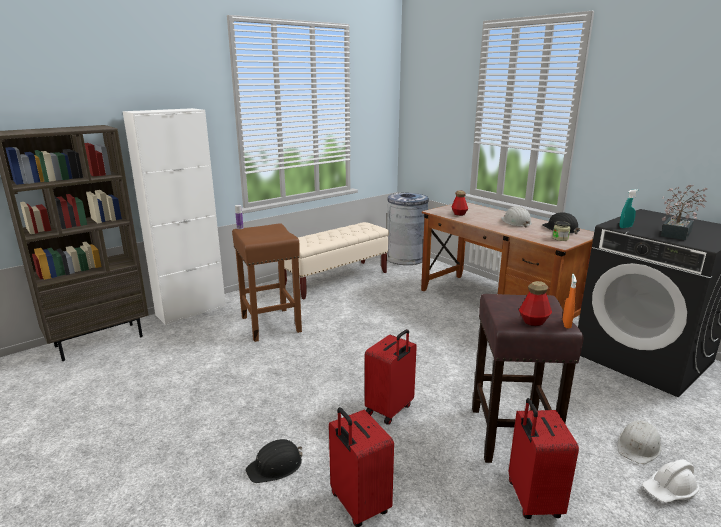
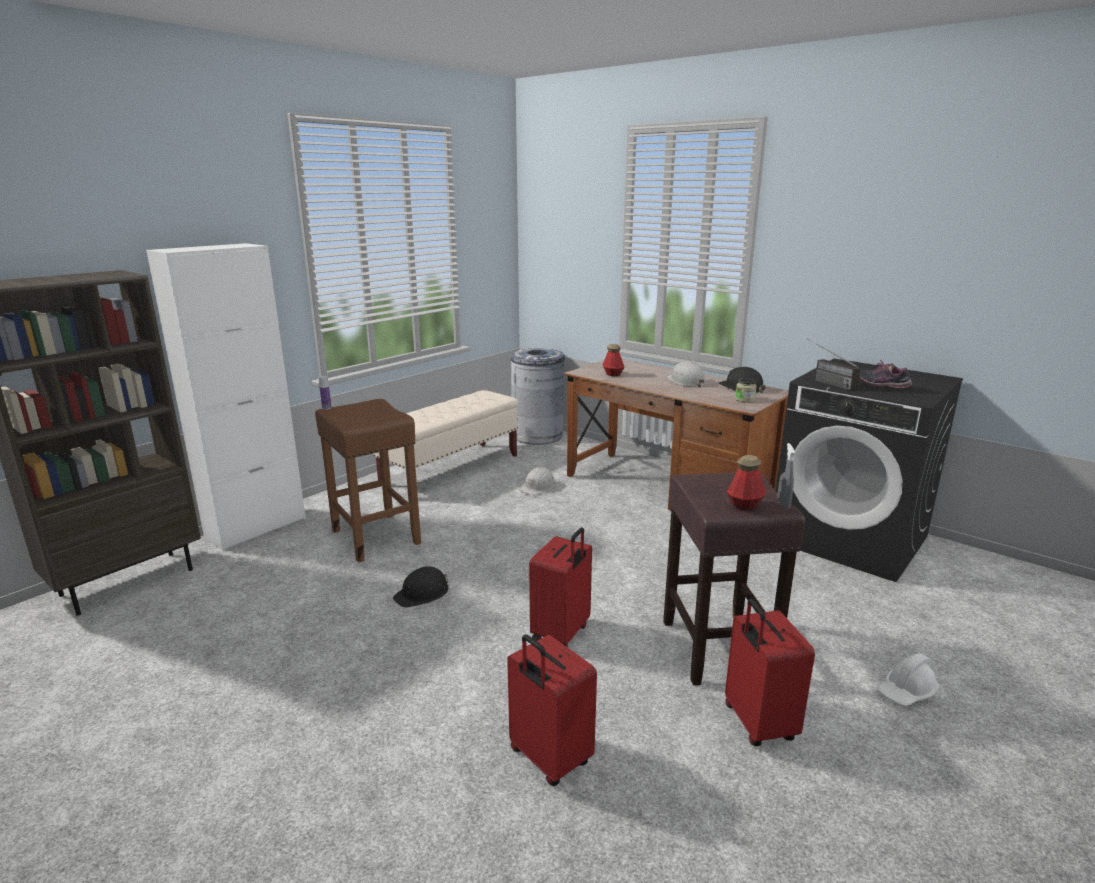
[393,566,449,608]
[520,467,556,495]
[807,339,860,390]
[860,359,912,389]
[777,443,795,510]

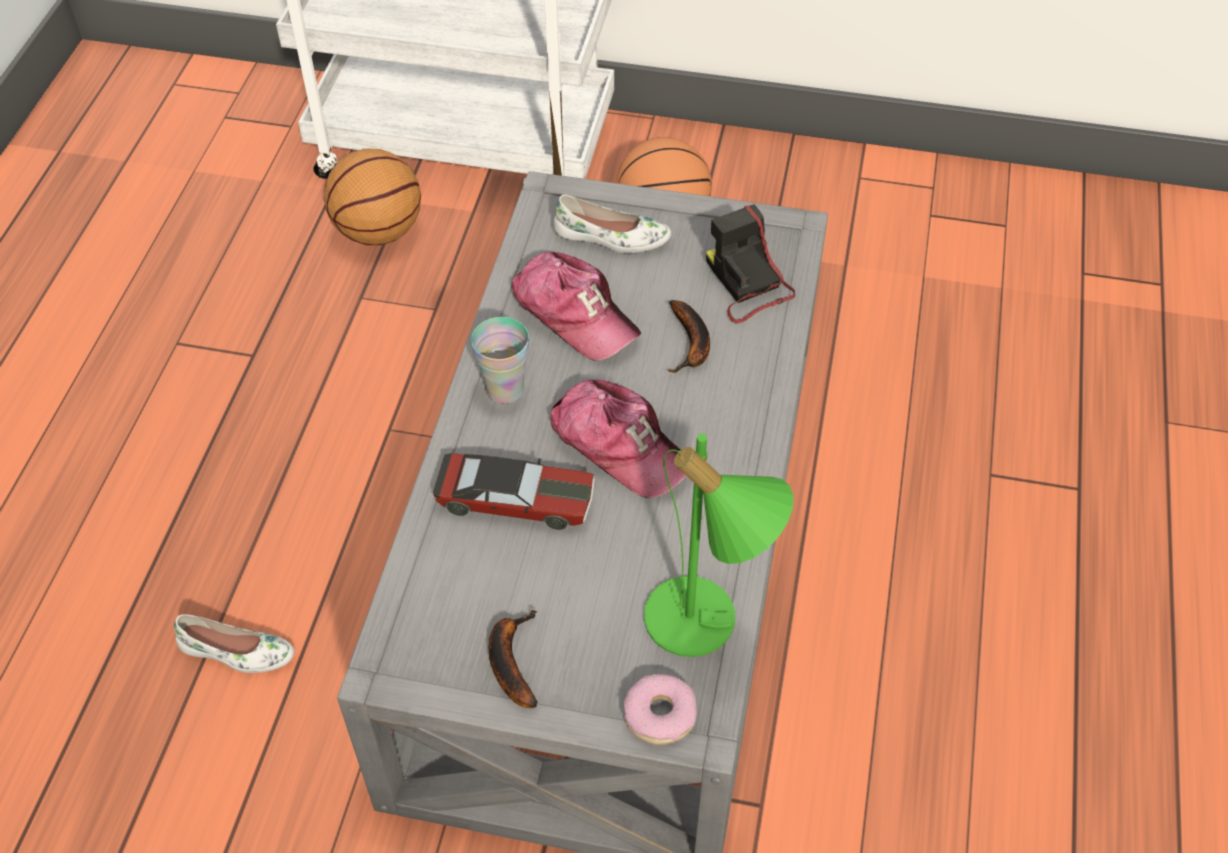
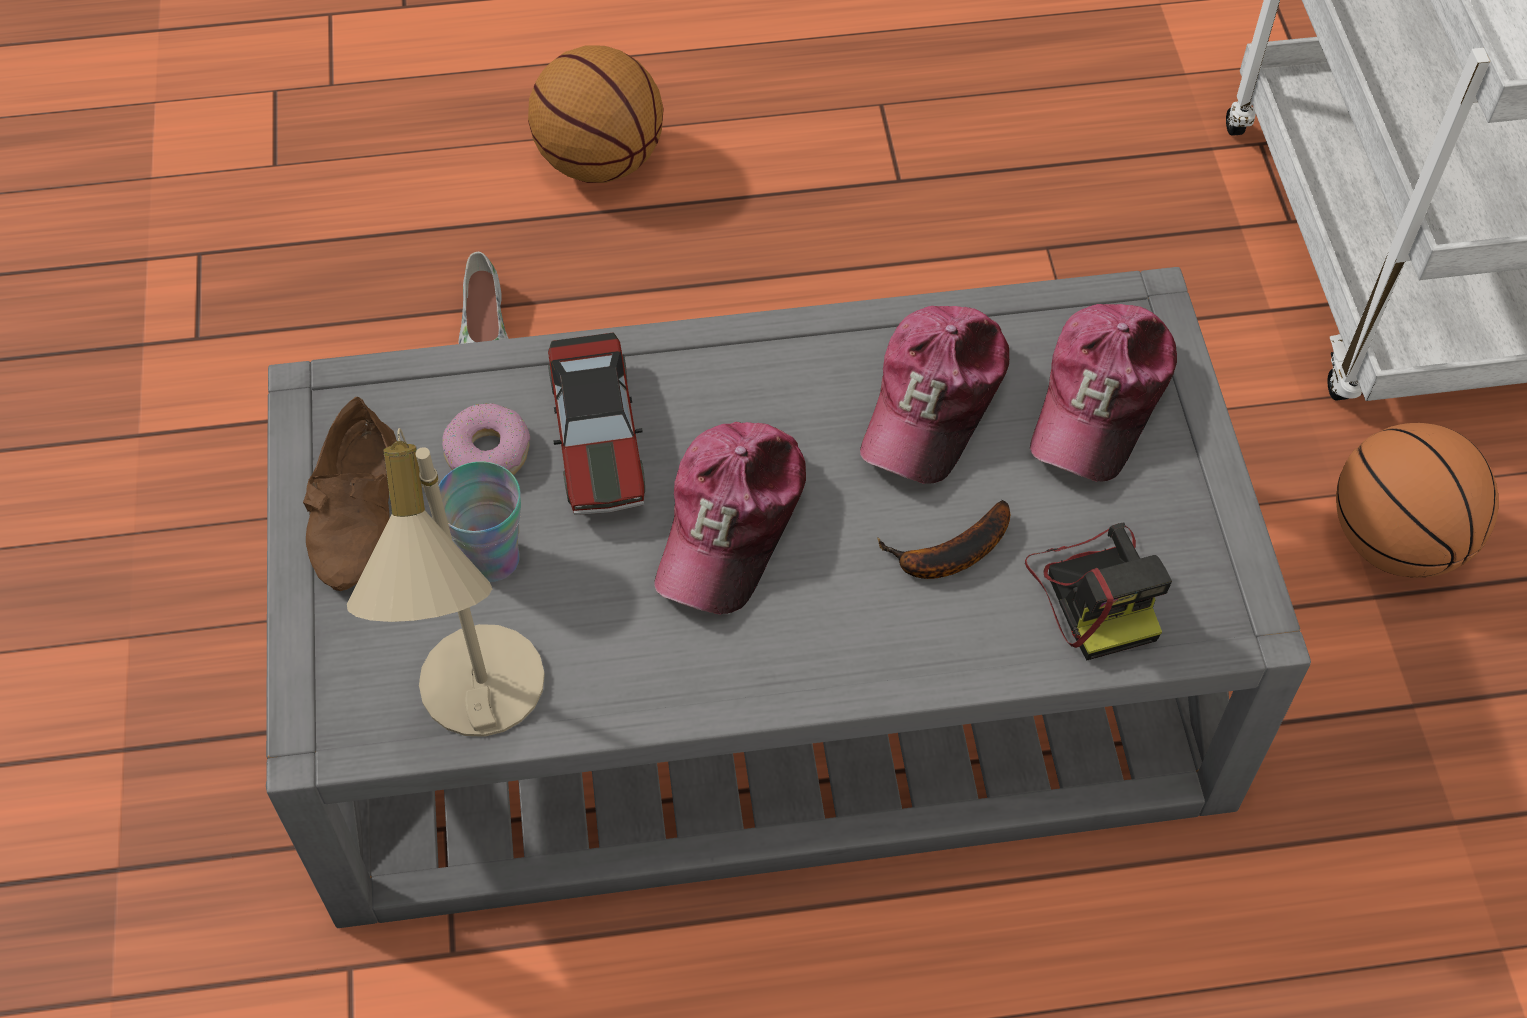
[528,45,664,183]
[438,461,521,582]
[442,403,530,475]
[303,397,397,591]
[1030,304,1177,482]
[347,428,545,737]
[1025,523,1172,660]

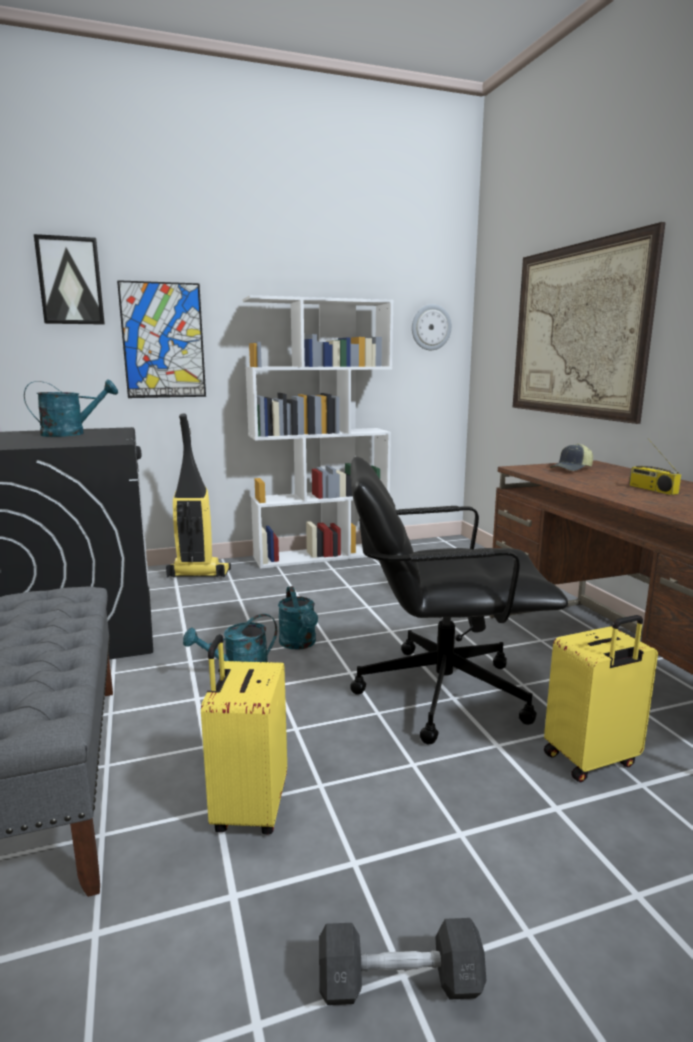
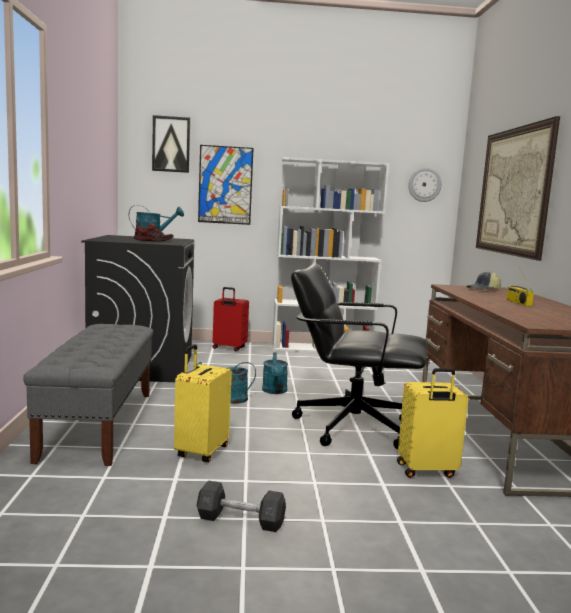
[133,223,174,241]
[212,287,249,351]

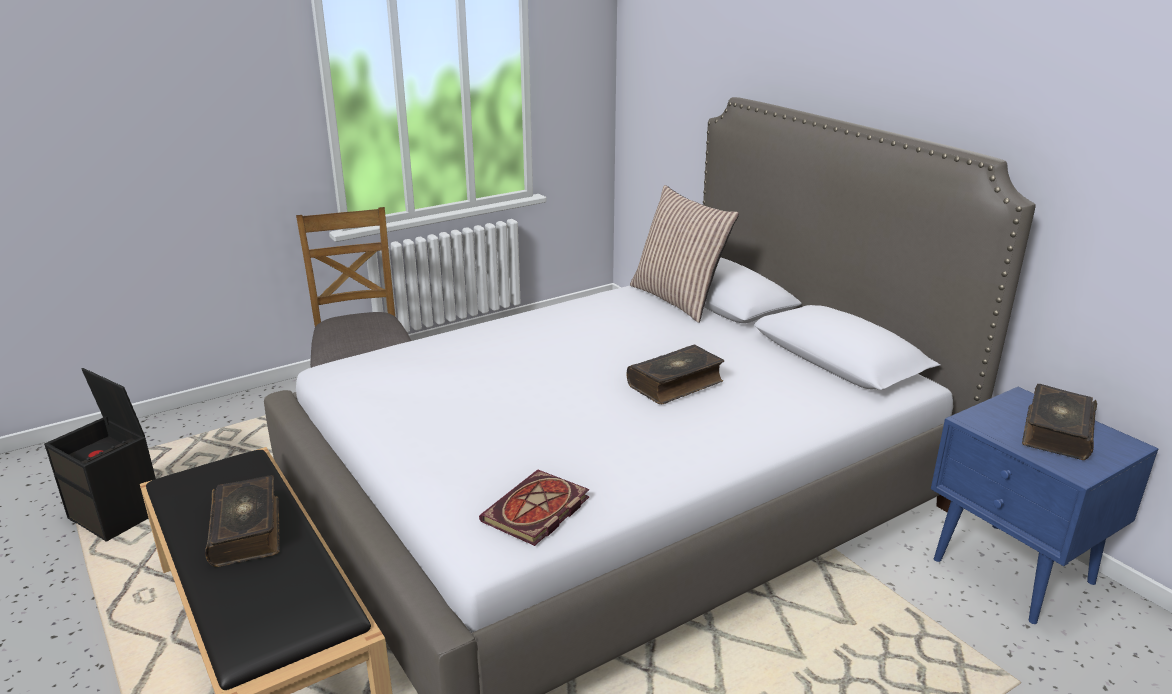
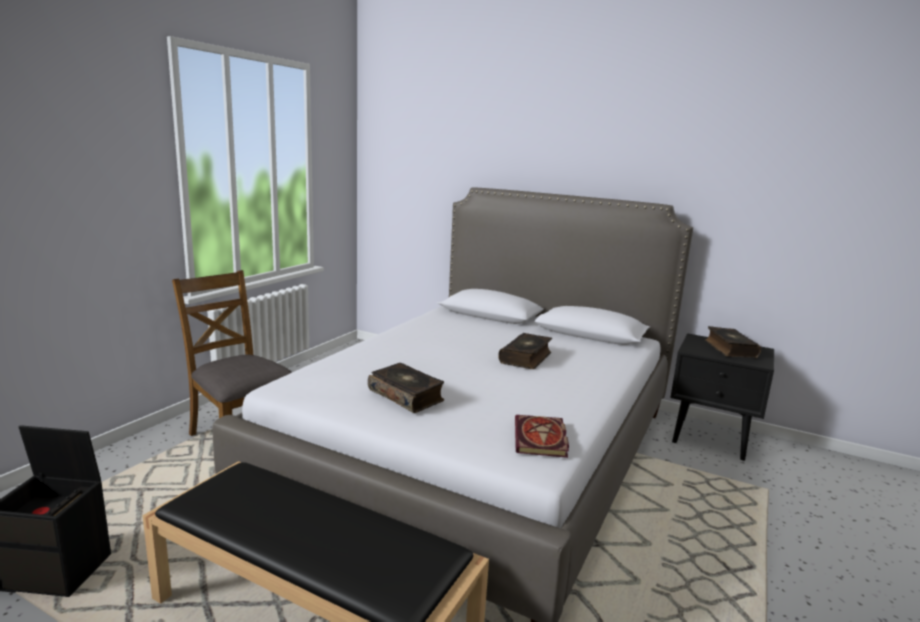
[630,185,739,323] (first image)
[368,363,444,413]
[670,333,774,461]

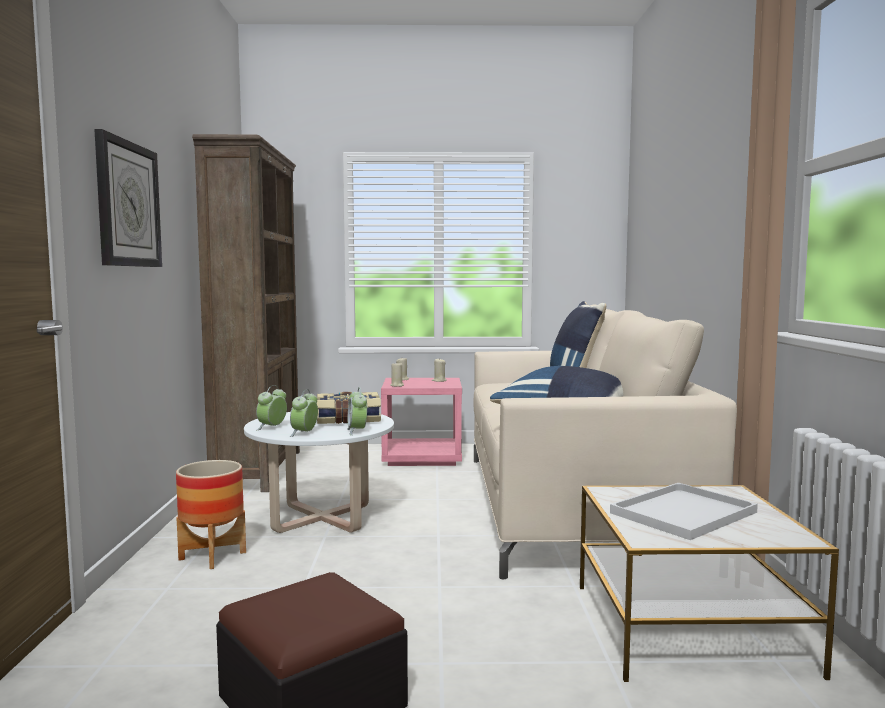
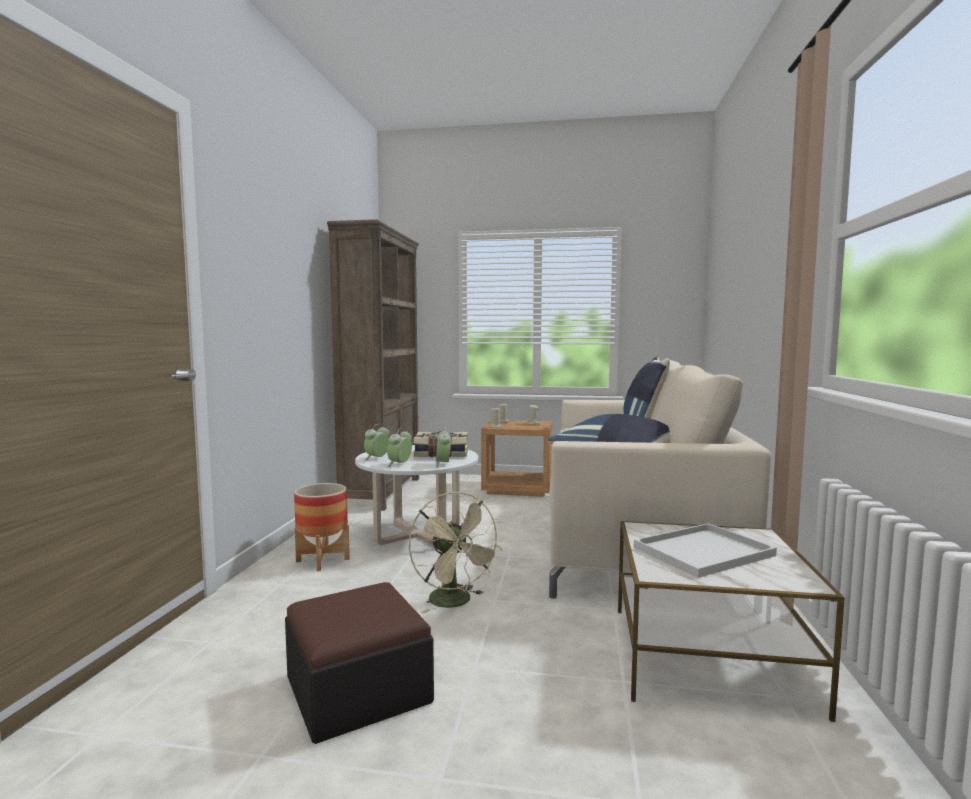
[94,129,162,267] (first image)
[409,492,502,614]
[481,420,552,497]

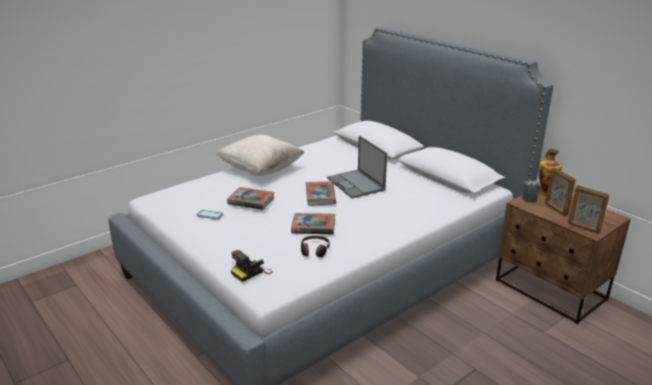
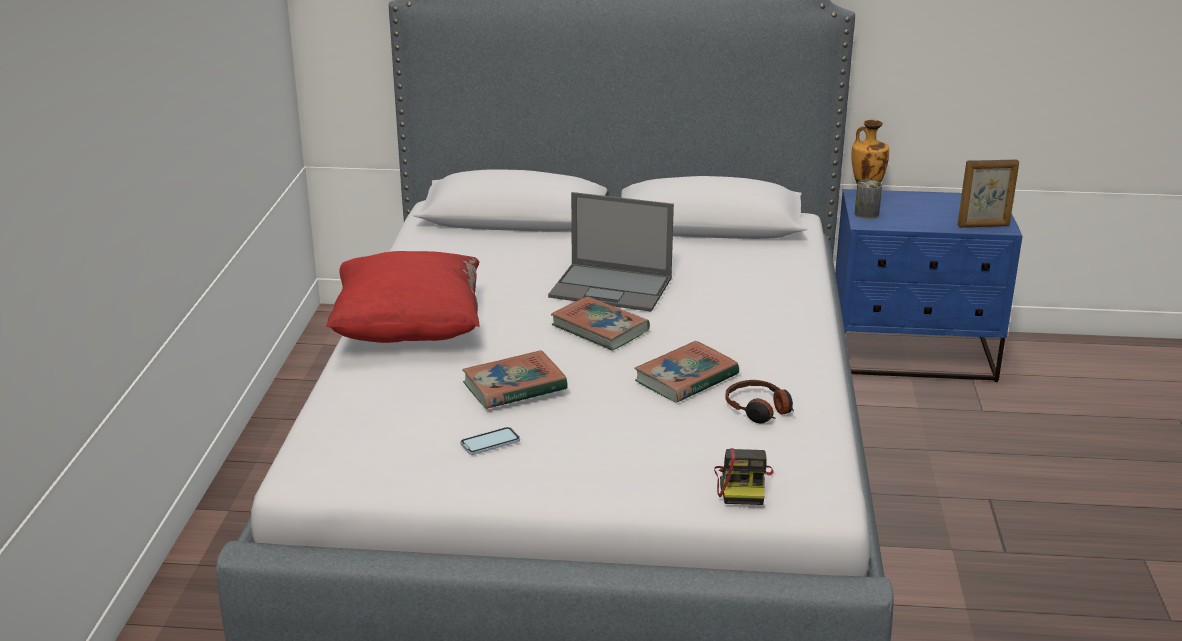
[545,168,576,216] (first image)
[326,251,480,343]
[835,189,1022,382]

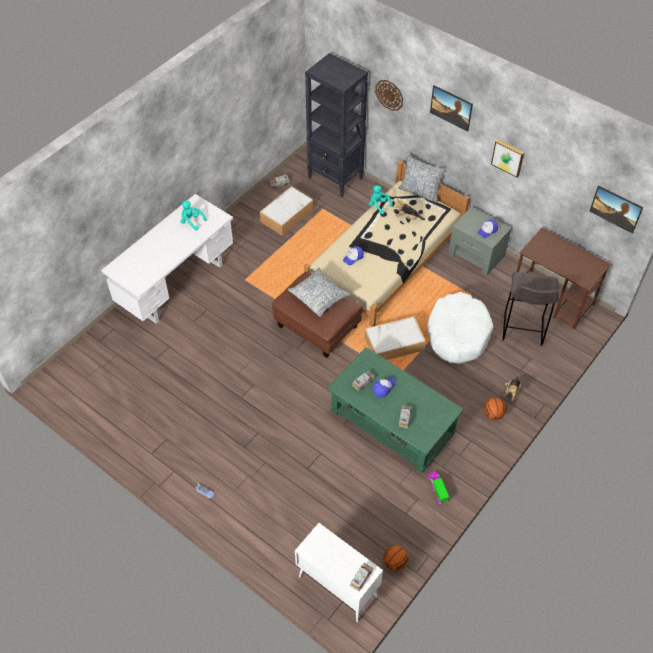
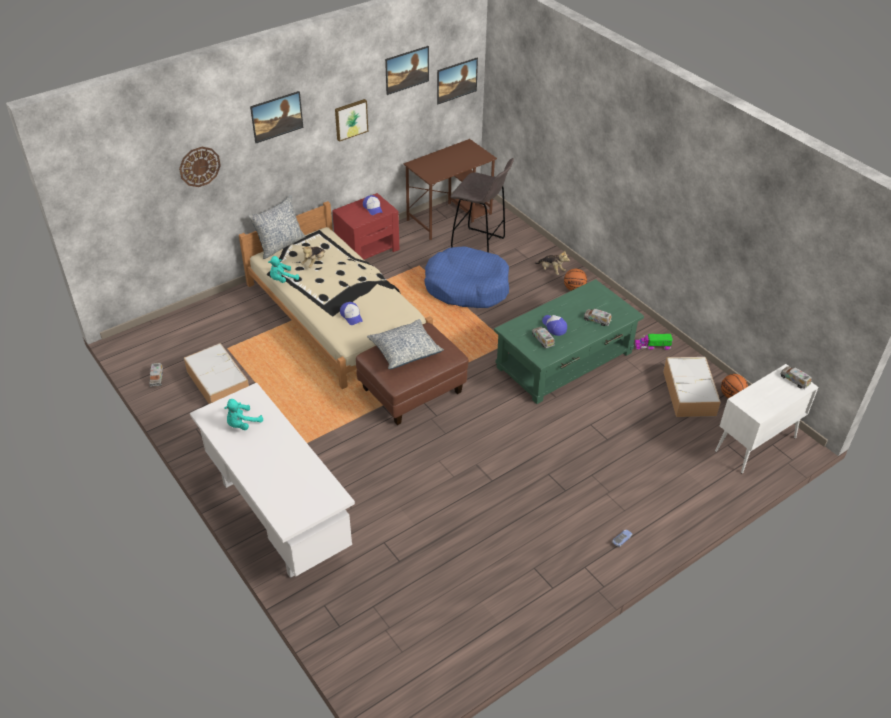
[305,53,368,197] (first image)
[385,46,429,95]
[663,357,721,417]
[424,246,509,308]
[332,193,399,259]

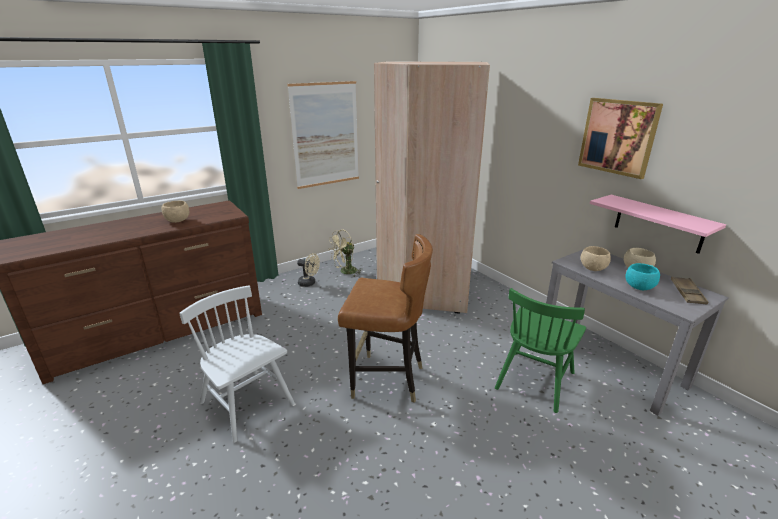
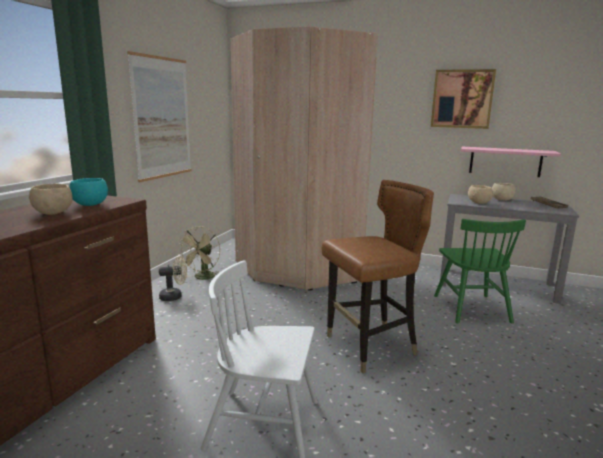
[69,178,108,206]

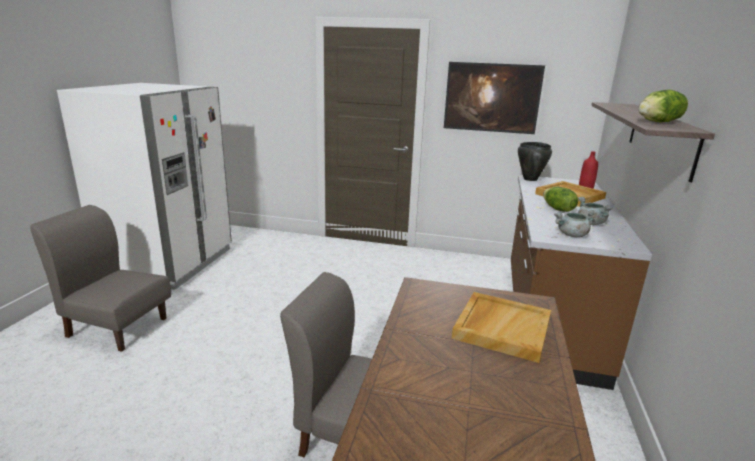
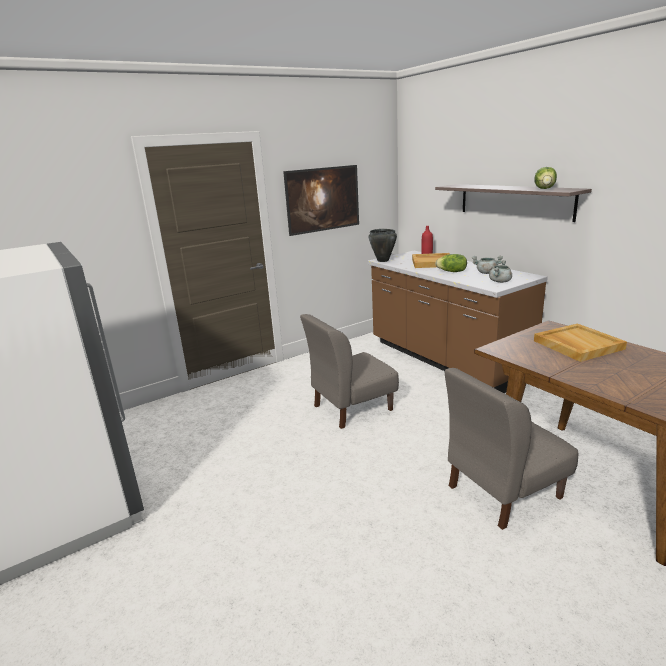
[300,314,399,429]

